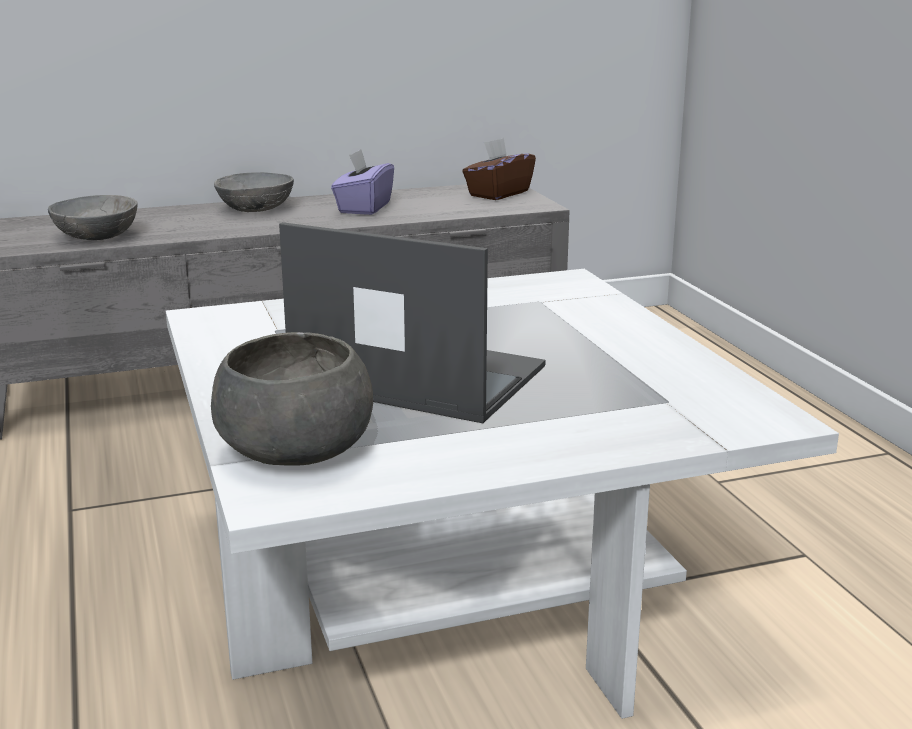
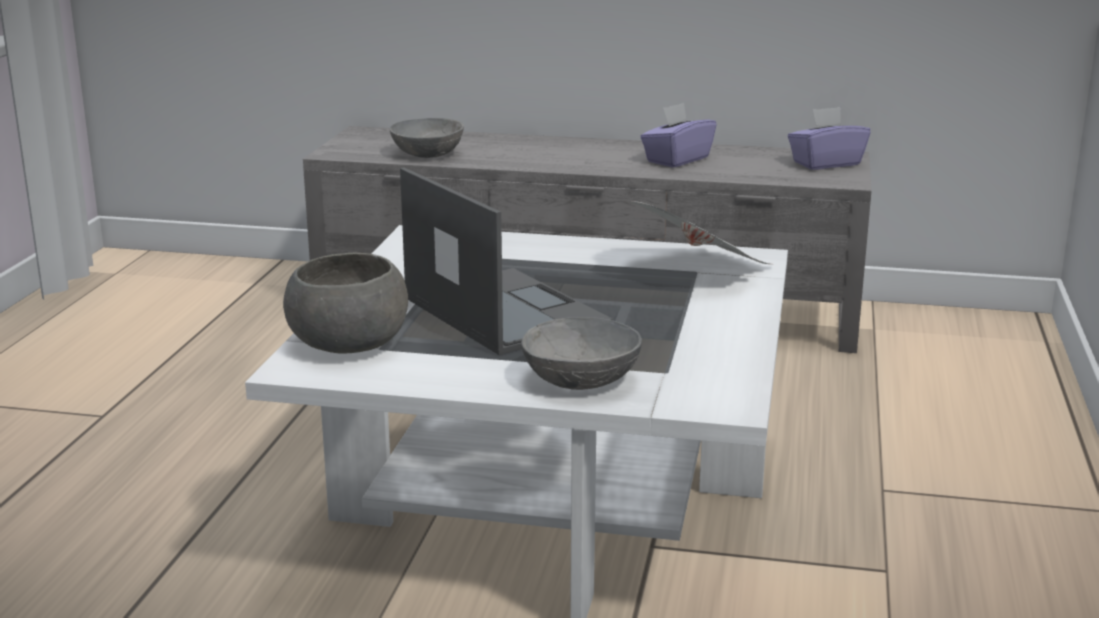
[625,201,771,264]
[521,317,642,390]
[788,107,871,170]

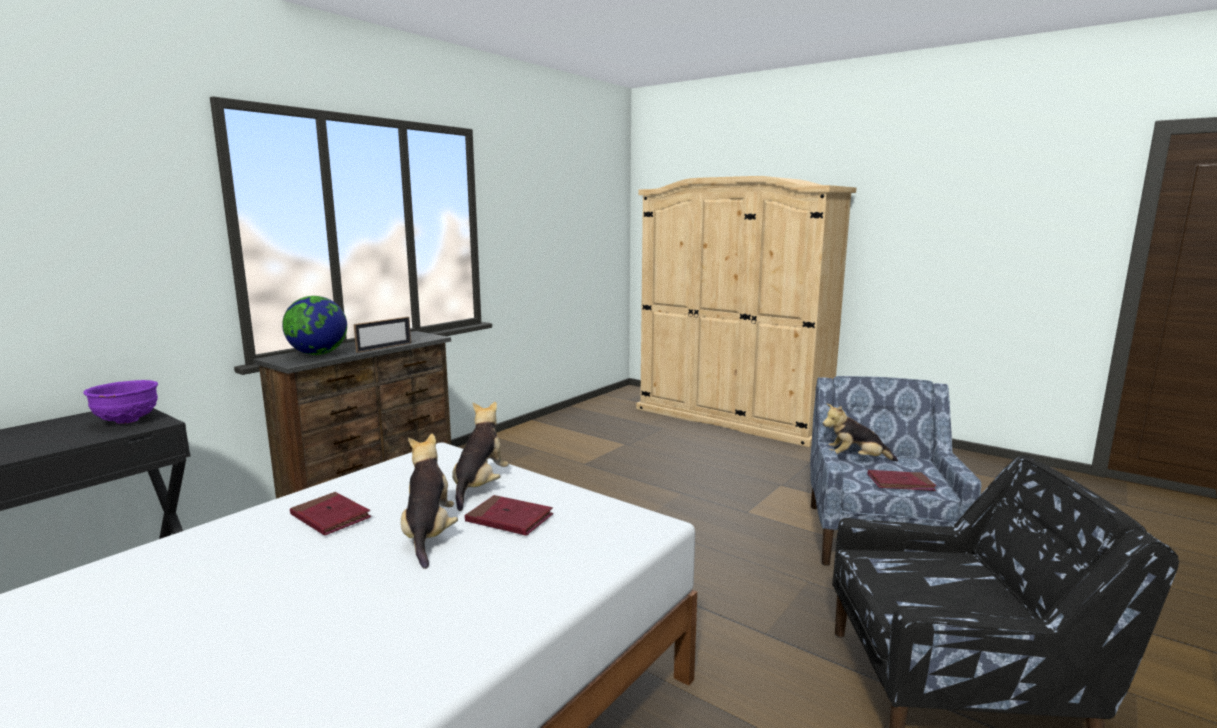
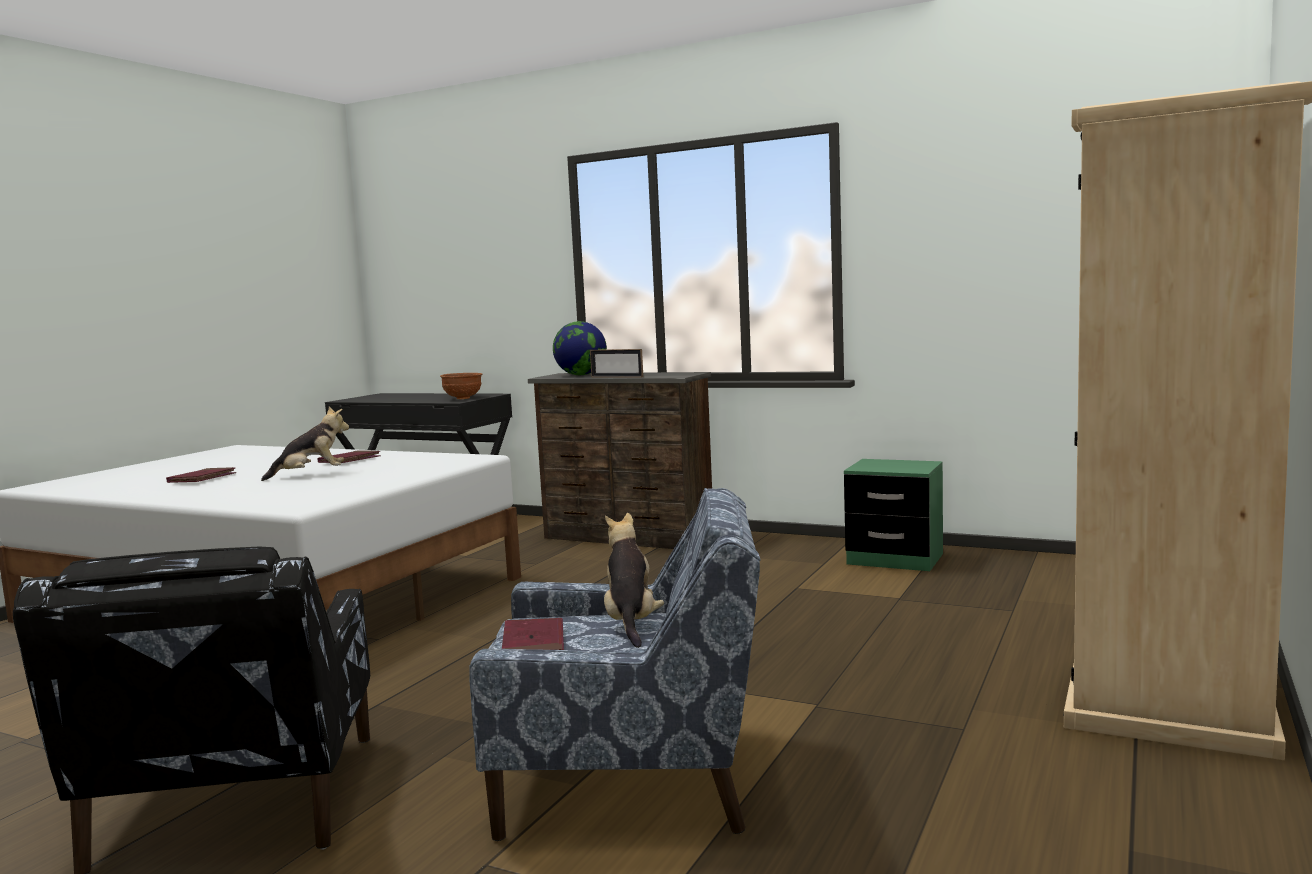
[452,402,509,511] (first image)
[844,459,943,571]
[166,467,236,483]
[440,373,482,399]

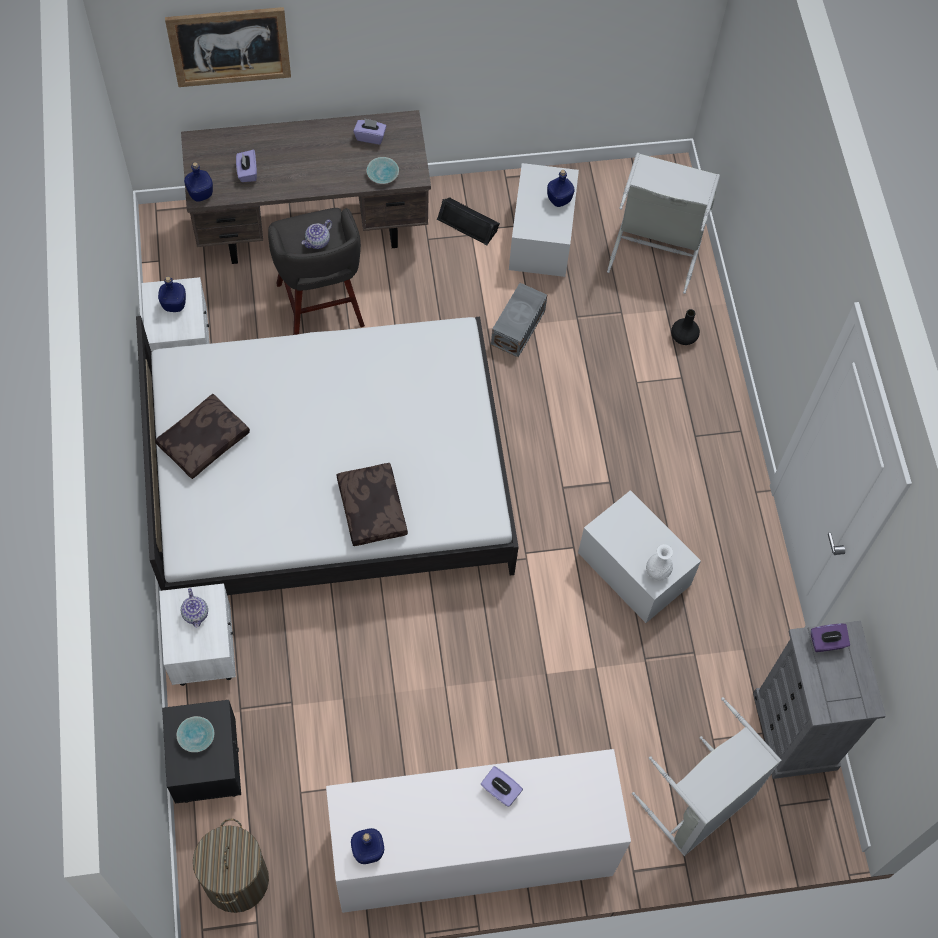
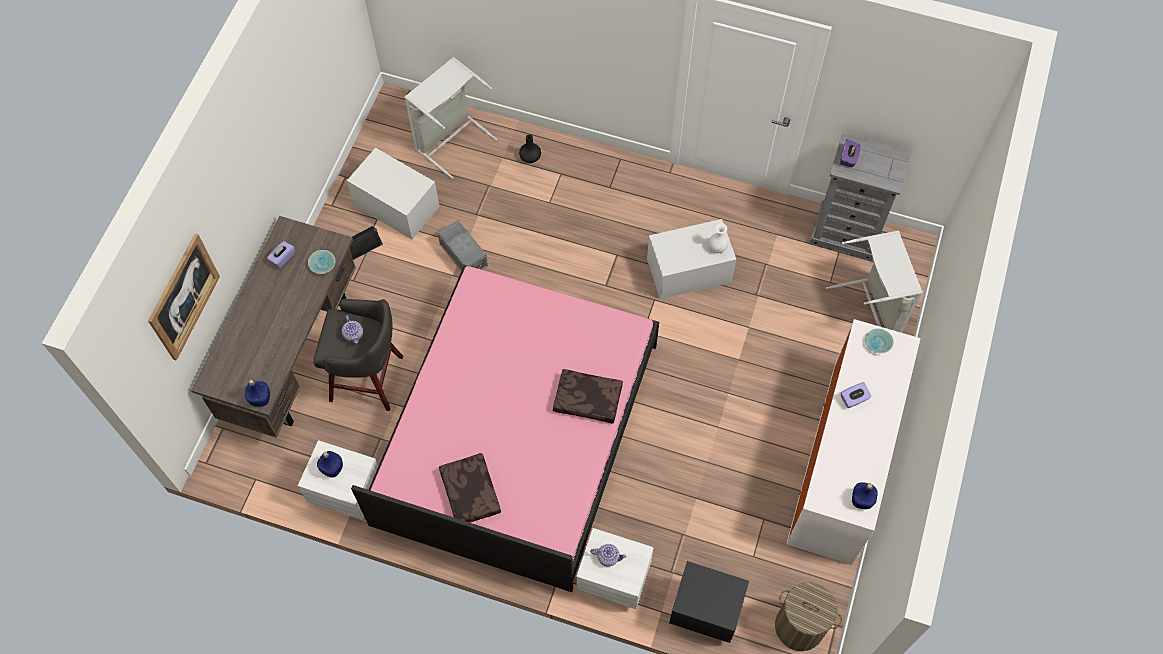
[236,150,257,182] (first image)
[547,170,575,207] (first image)
[865,328,894,354]
[351,264,659,592]

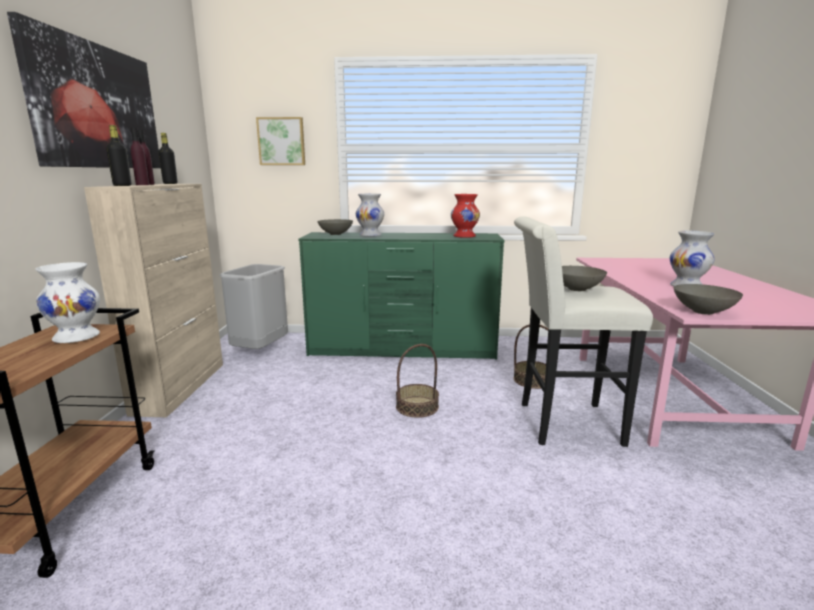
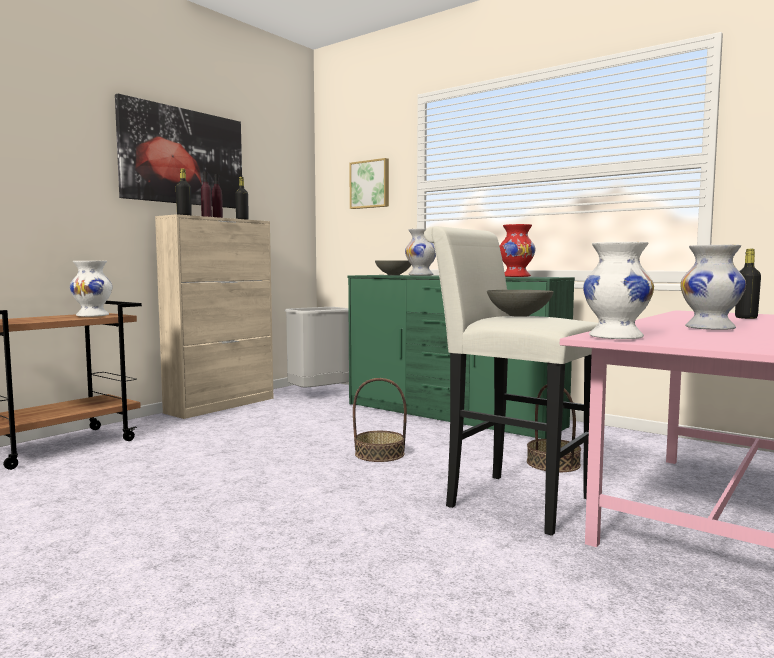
[735,249,761,319]
[583,242,654,339]

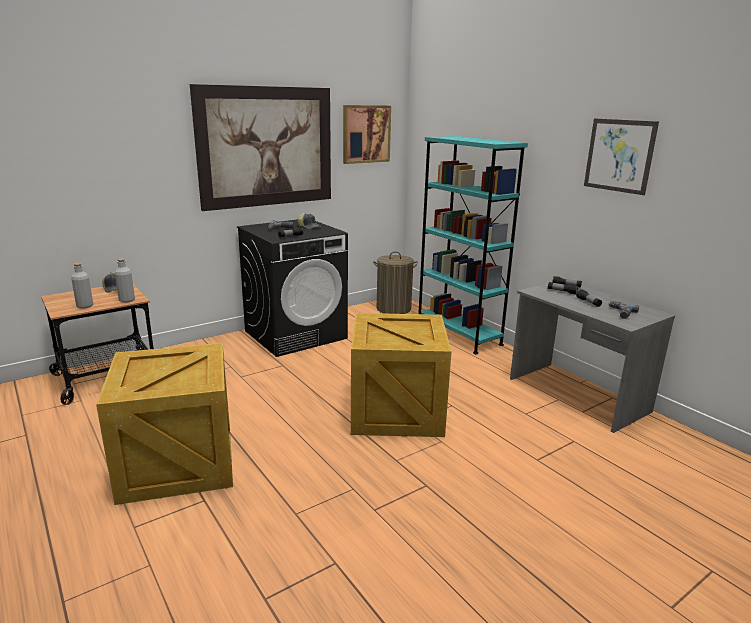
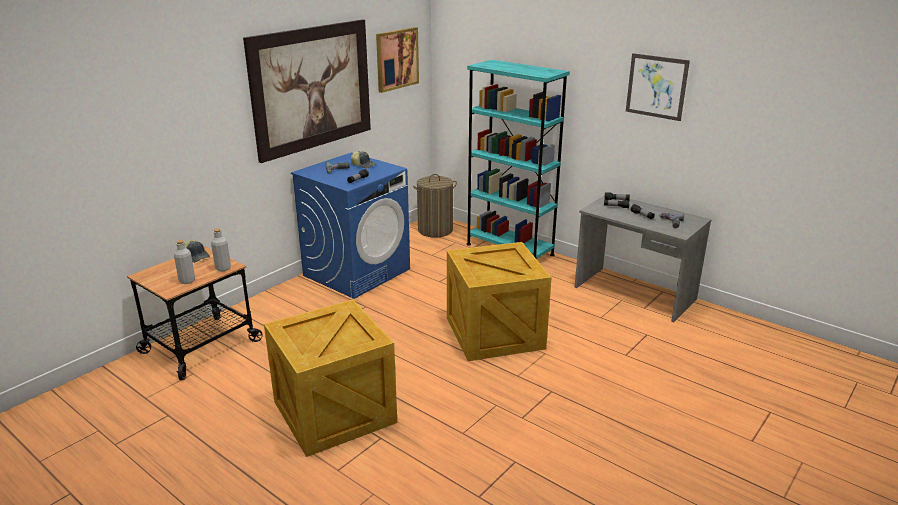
[291,152,410,299]

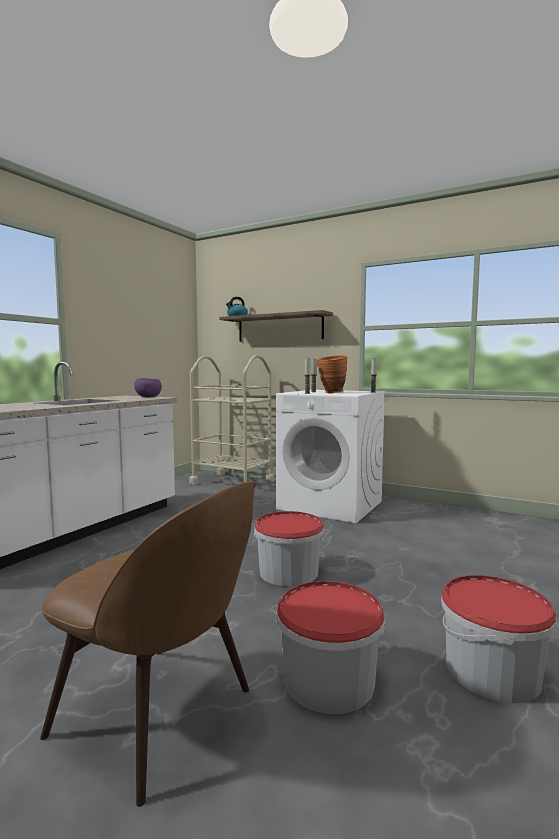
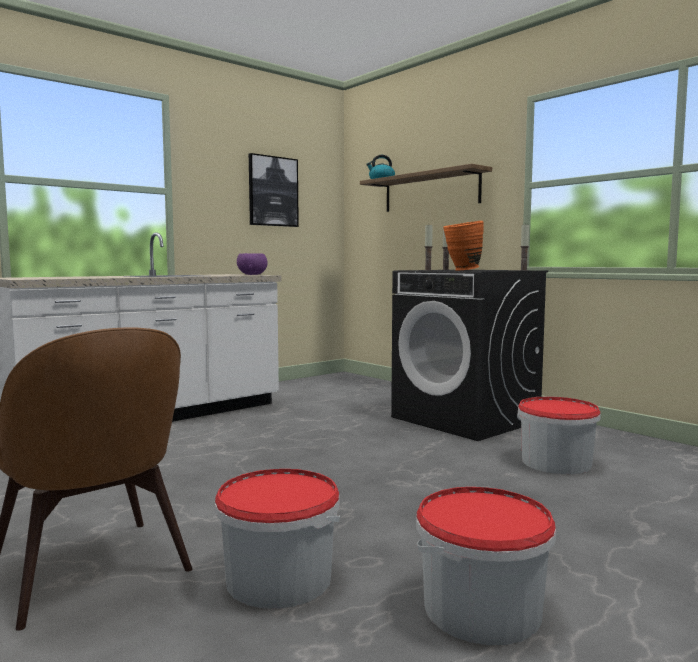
[189,355,274,485] (first image)
[249,153,299,227]
[517,397,601,474]
[391,270,548,441]

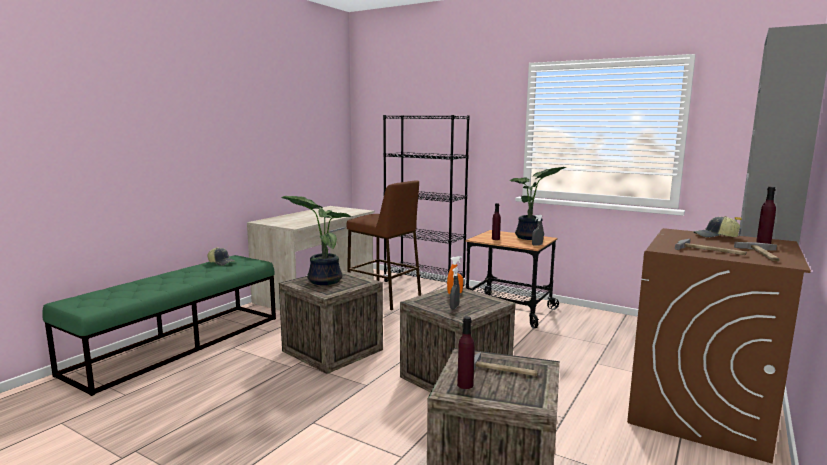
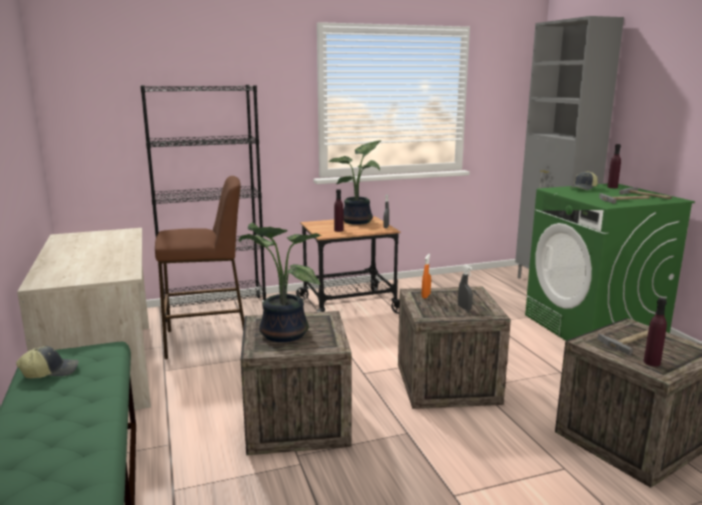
[525,184,695,341]

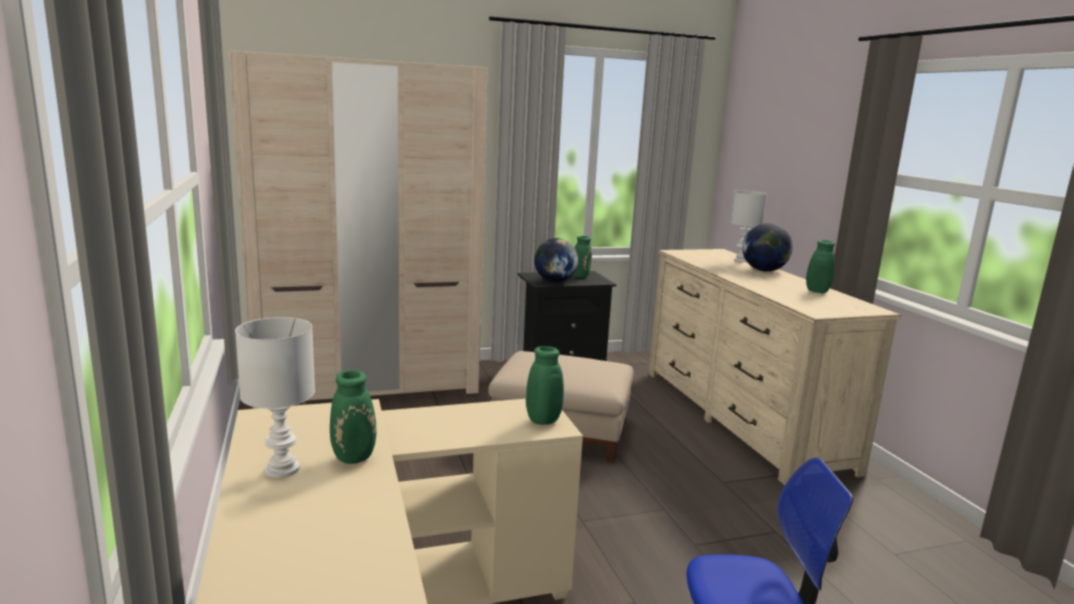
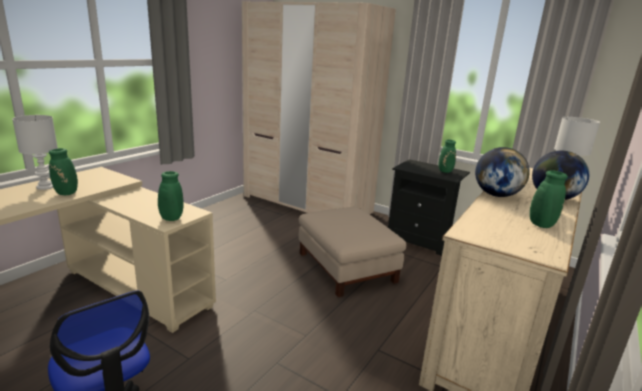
[475,147,530,197]

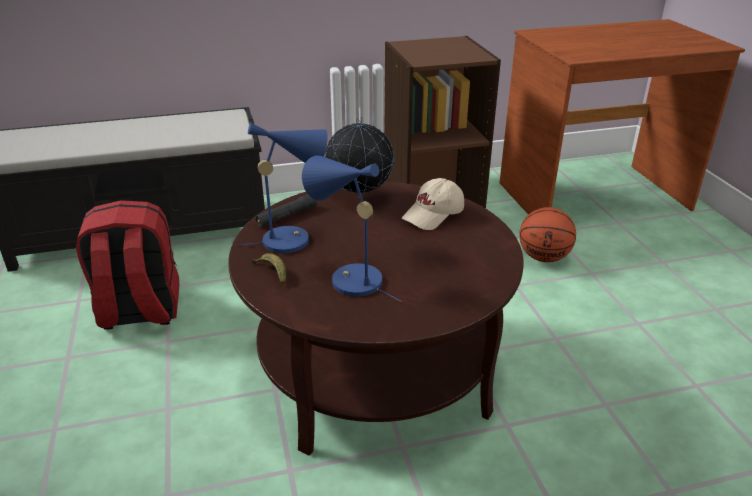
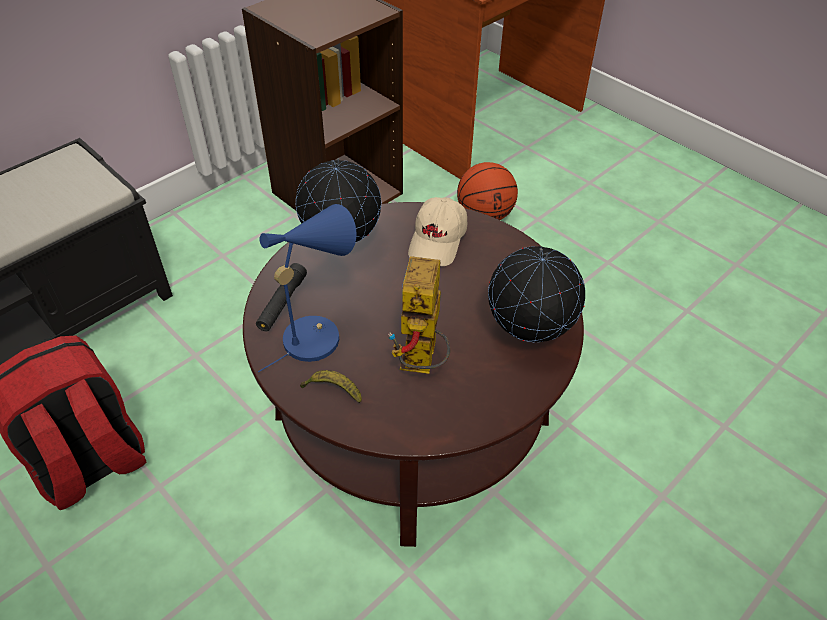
[488,246,585,342]
[388,256,450,374]

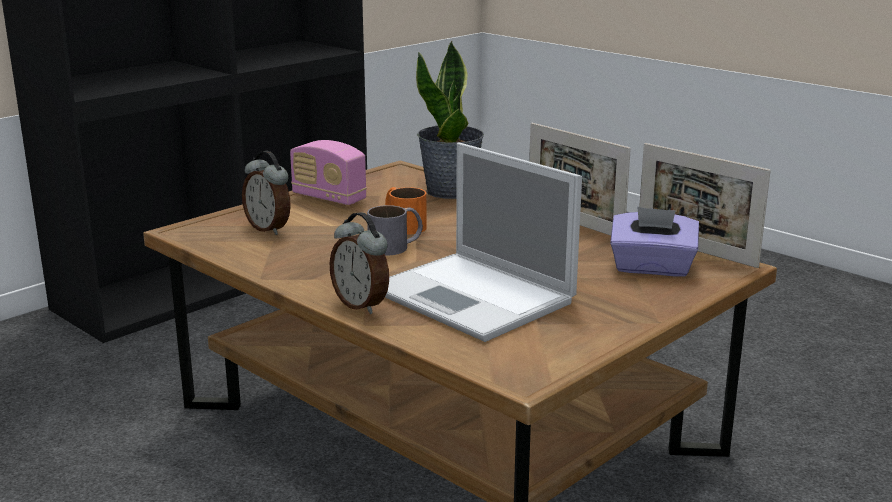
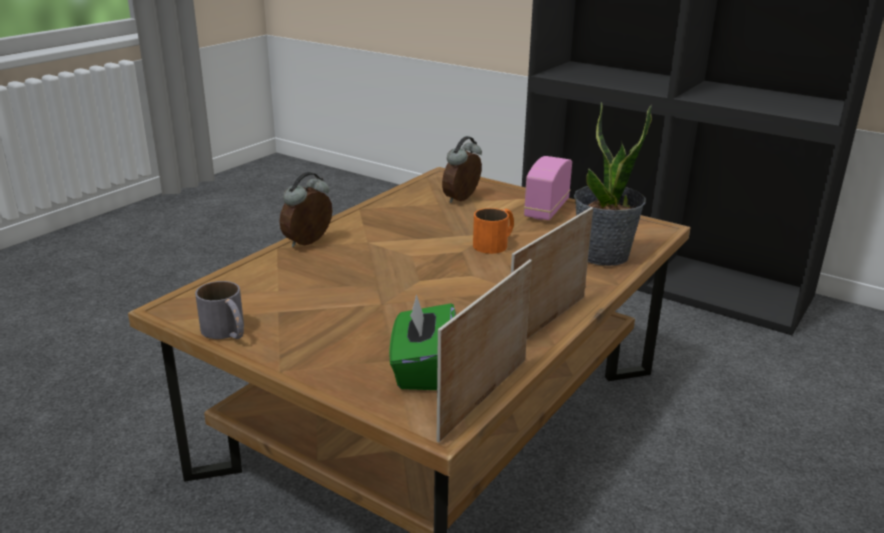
[385,143,582,342] (first image)
[195,281,244,339]
[389,294,456,390]

